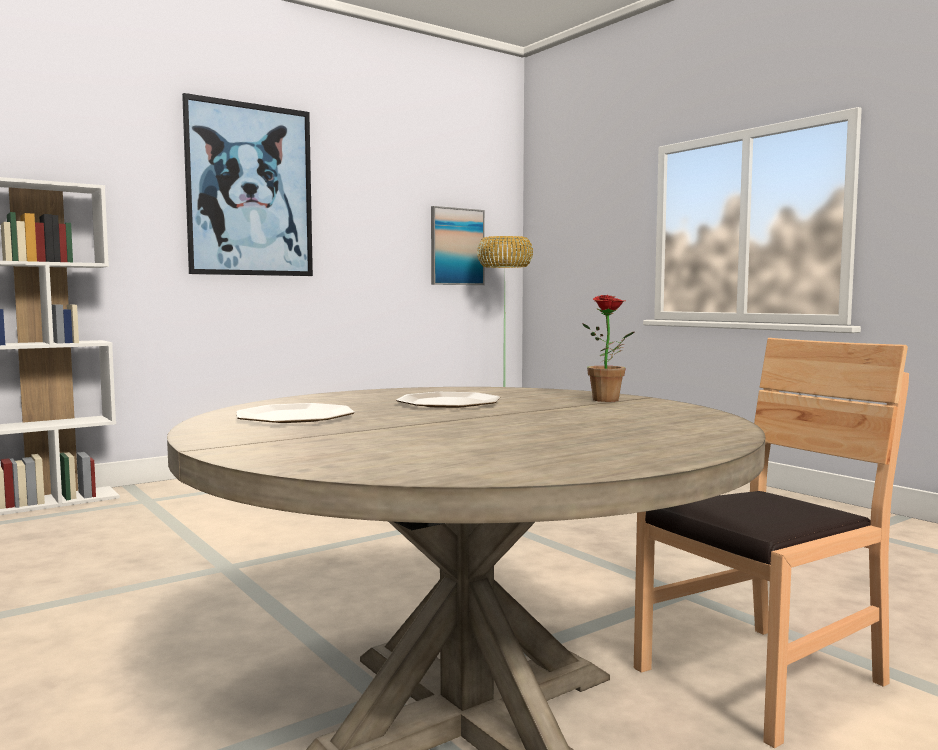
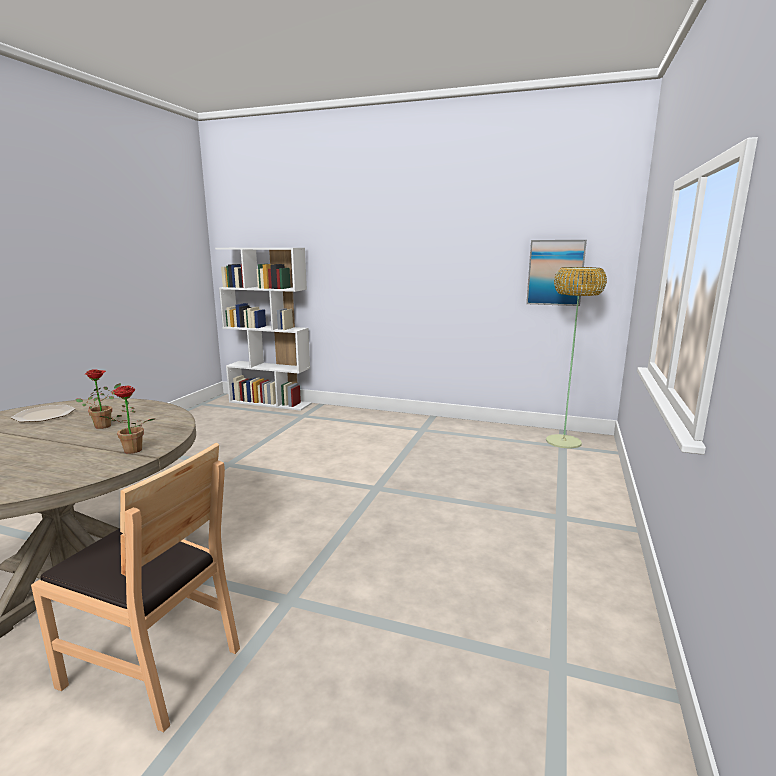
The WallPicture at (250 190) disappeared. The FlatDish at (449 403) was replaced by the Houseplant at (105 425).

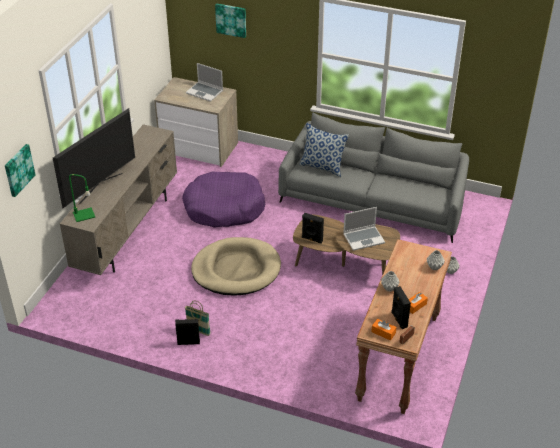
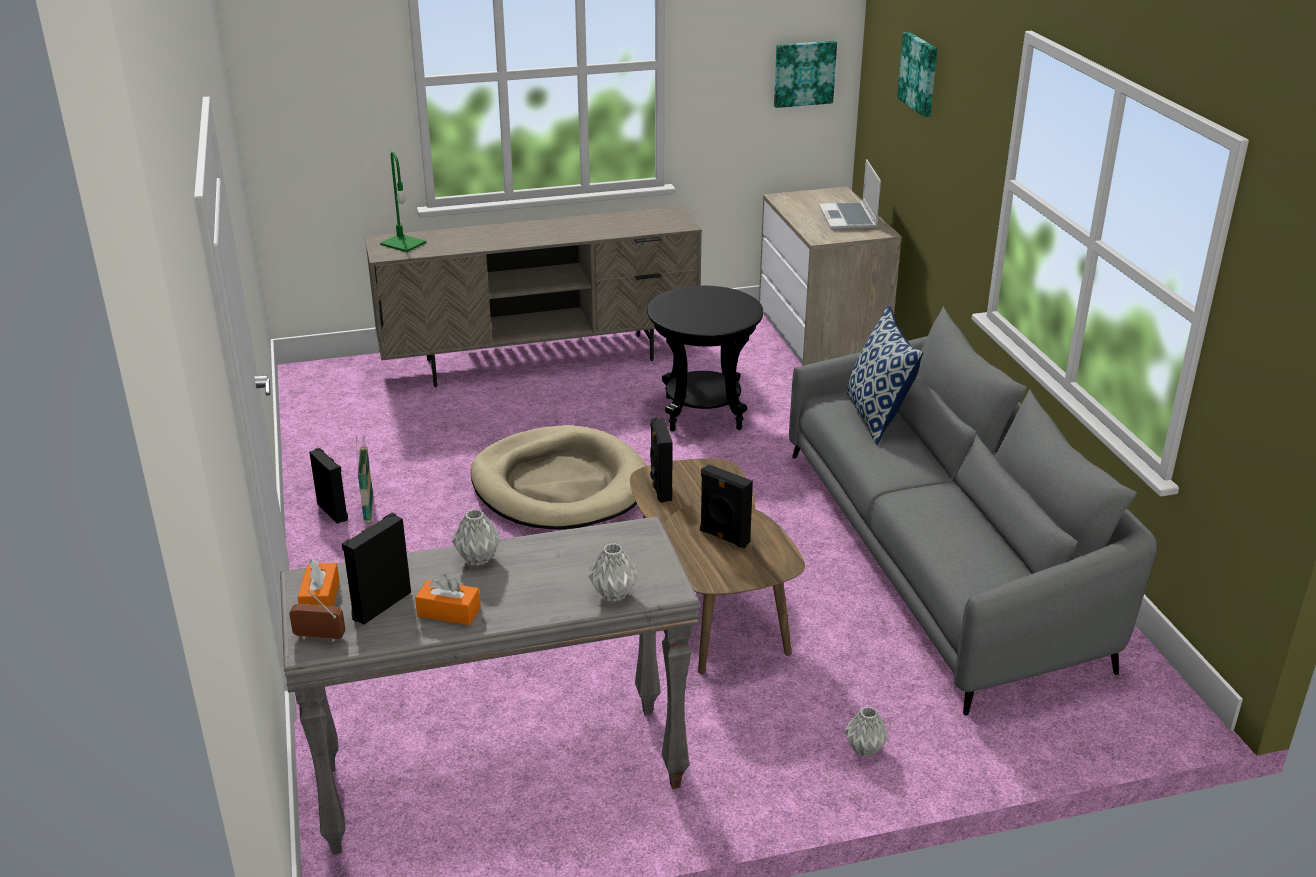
The Television at (100 188) disappeared. The WallPicture moved from (18 170) to (804 73). The PurpleColouredPetBed at (224 208) was replaced by the BlackSideTable at (703 413). The Laptop at (364 238) was replaced by the BlackAudioSpeaker at (723 537). The BrownConsoleTable at (399 358) became the GrayConsoleTable at (500 779).

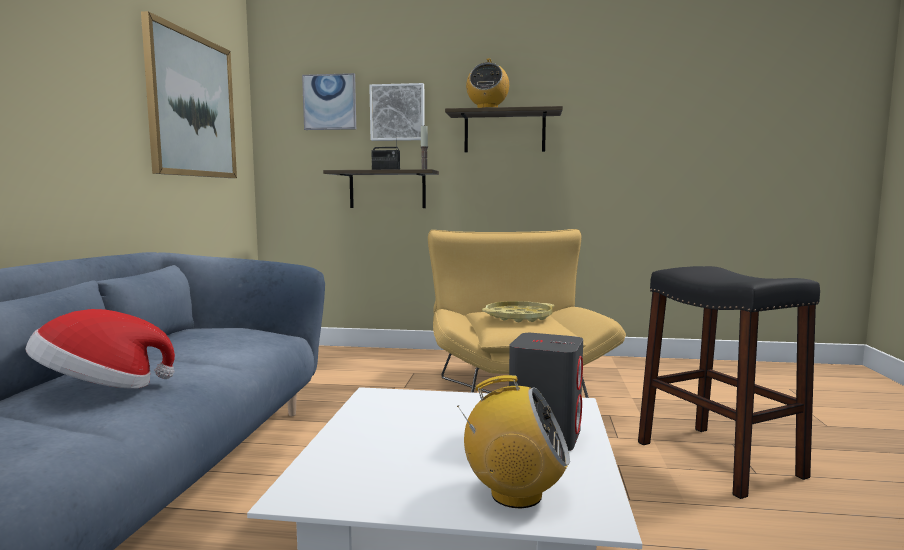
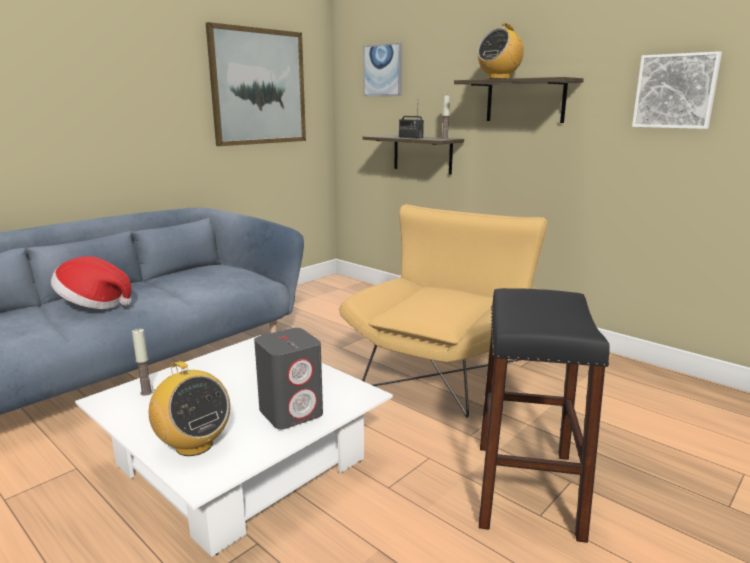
The WallPicture moved from (397 112) to (675 91). The YellowishTray at (518 317) disappeared. The WaxLight at (146 392) appeared.

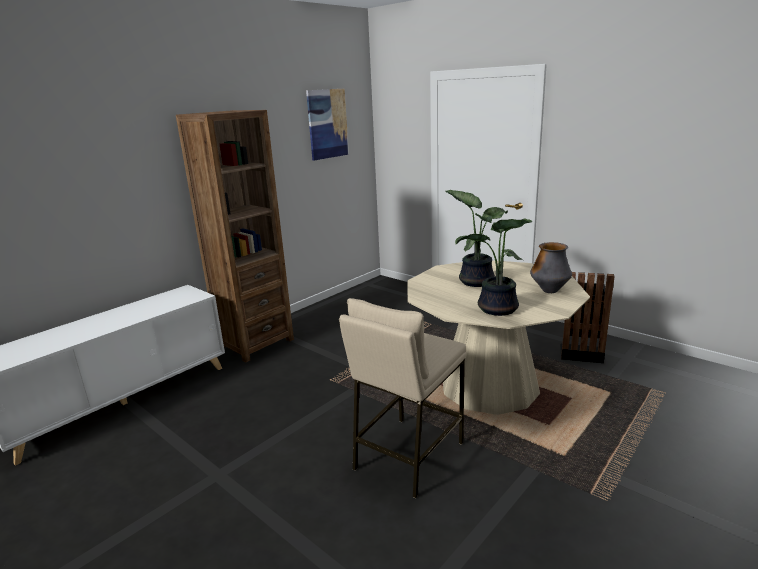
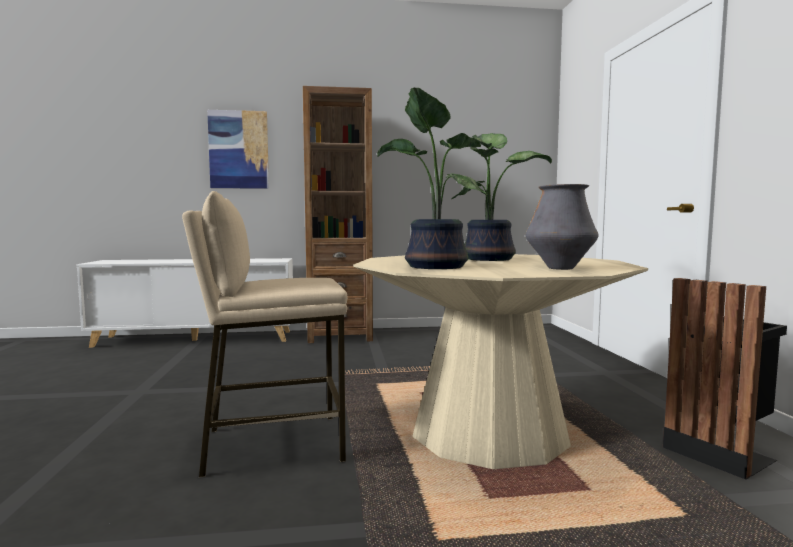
The WallPicture moved from (327 124) to (239 150).

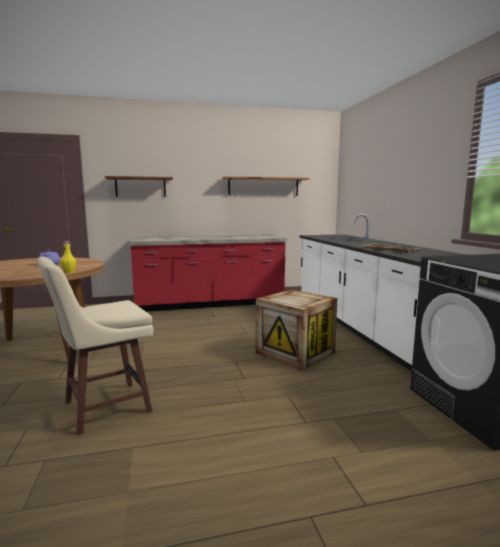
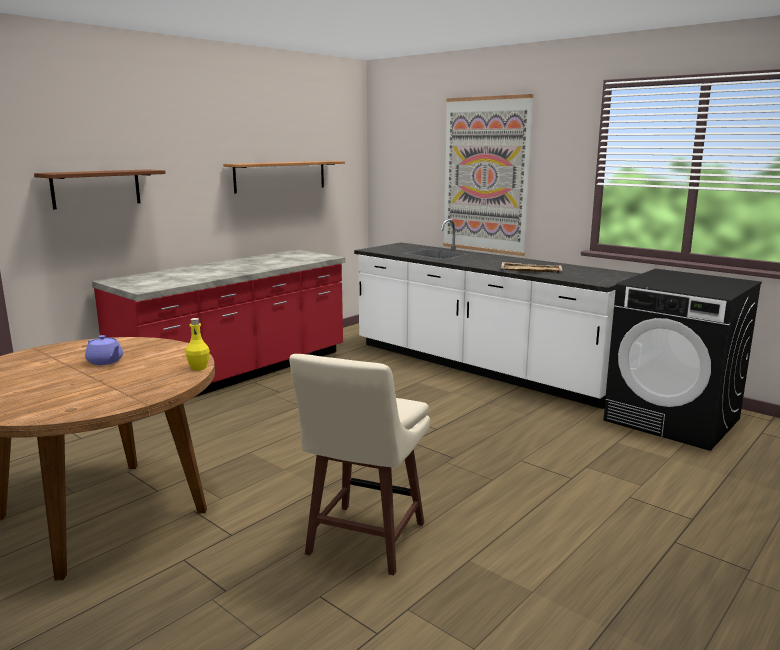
The ShippingCrate at (295 353) disappeared. The WallPicture at (485 175) appeared.

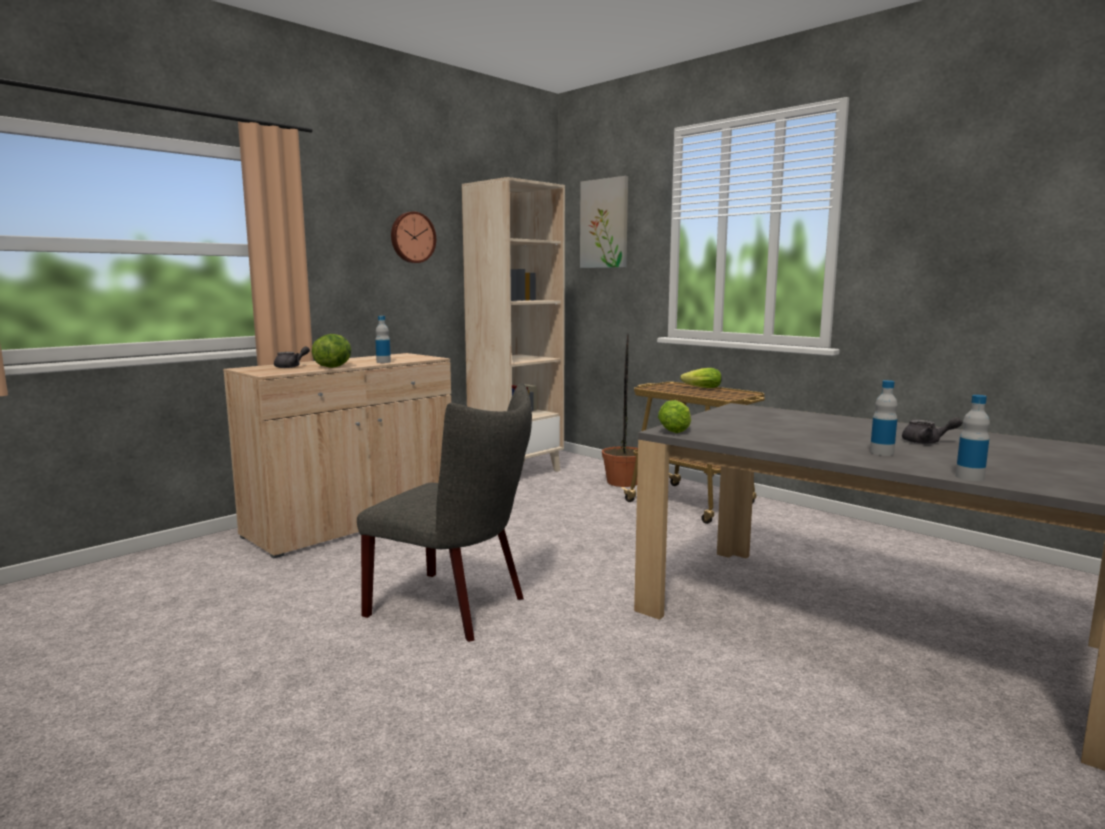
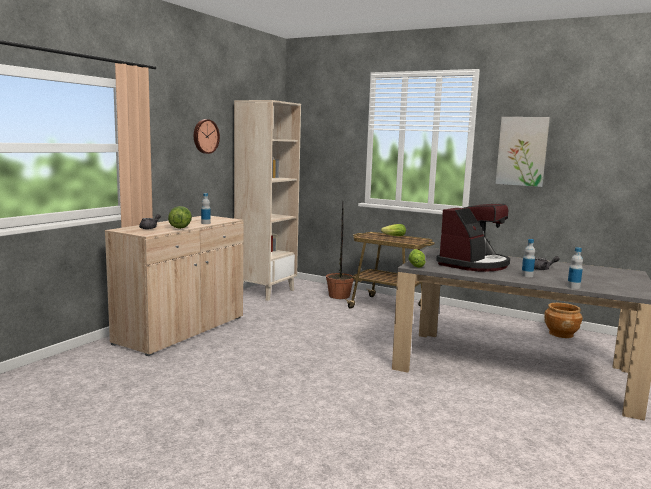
The WallPicture moved from (604 223) to (522 151). The GrayChair at (456 607) disappeared. The CoffeeMachine at (474 264) appeared. The BrownFlowerPot at (560 334) appeared.

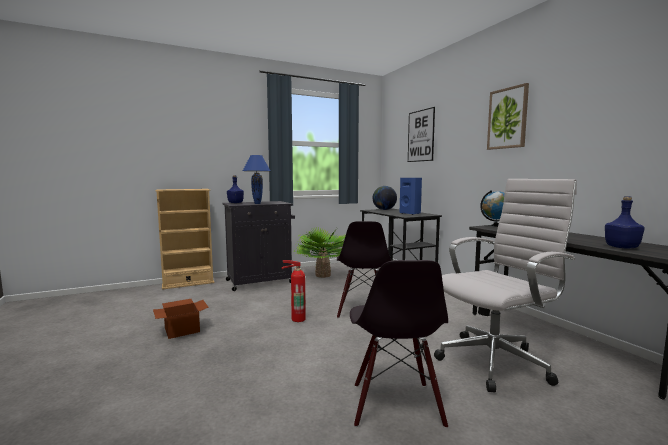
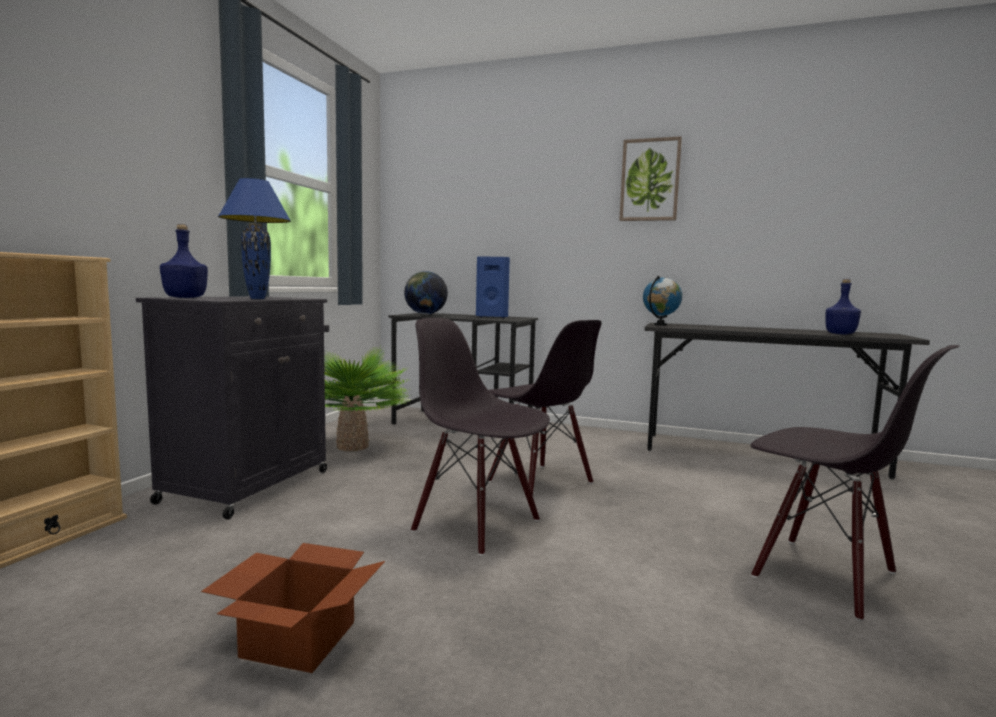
The WallPicture at (421 136) disappeared. The WhiteColouredOfficeChair at (496 361) disappeared. The Extinguisher at (297 318) was replaced by the BlackChair at (478 524).

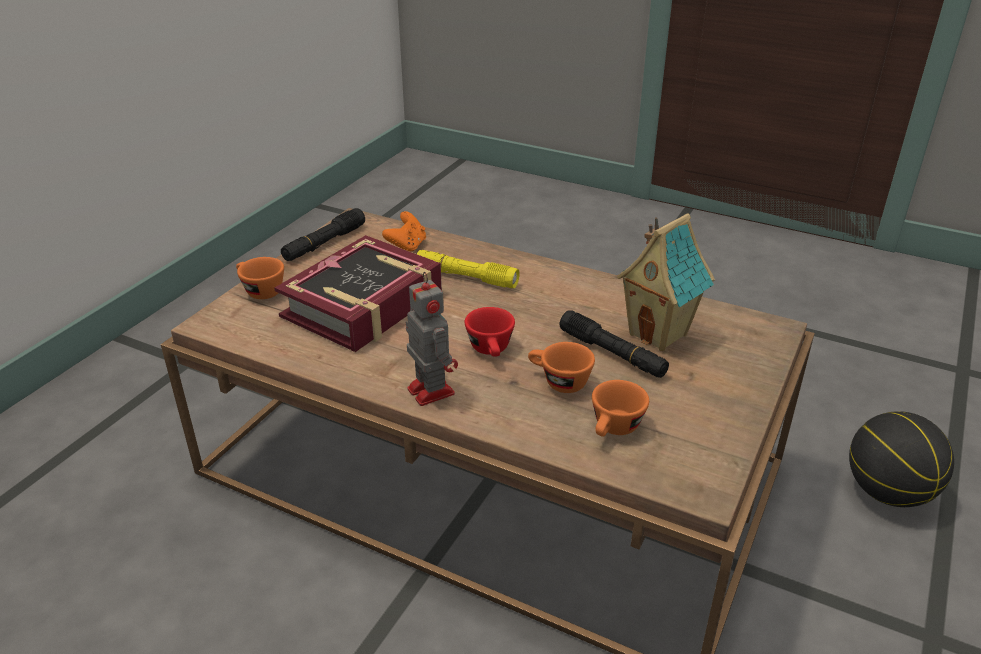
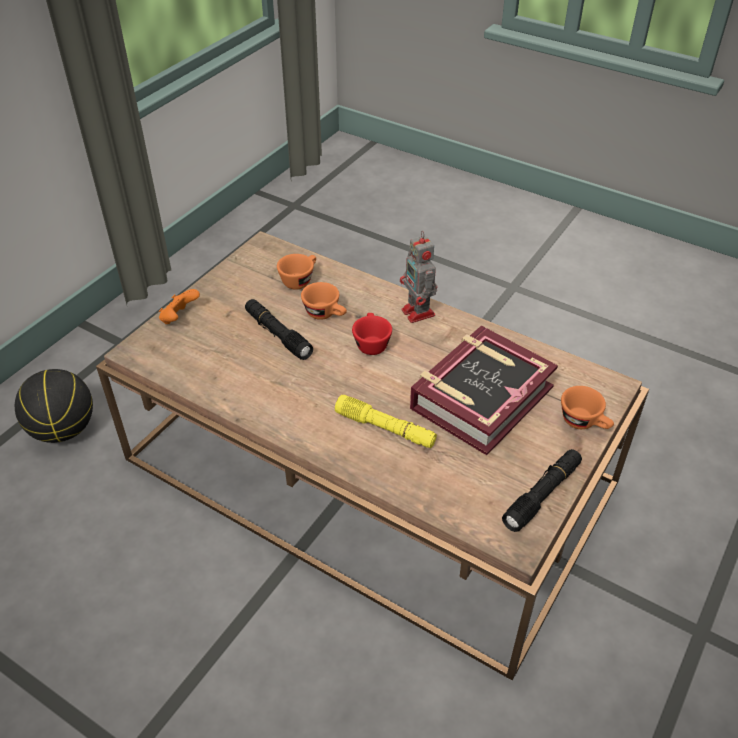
The OrangeGameController moved from (407 247) to (179 318). The MiniatureHouse at (659 334) disappeared.

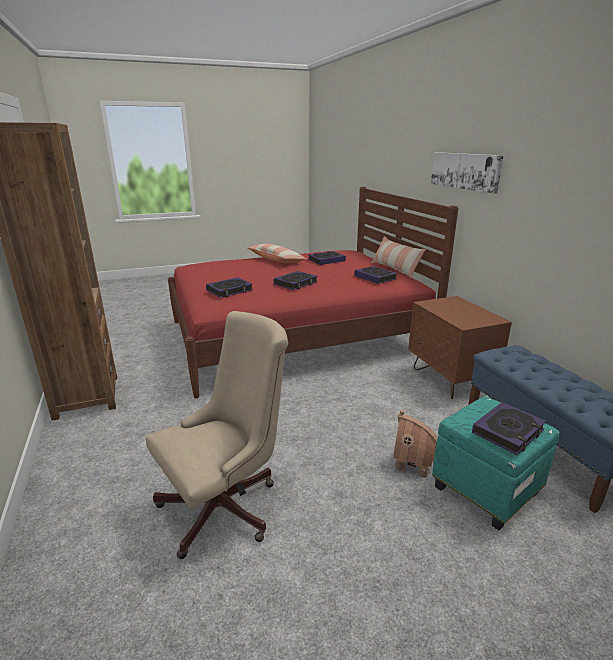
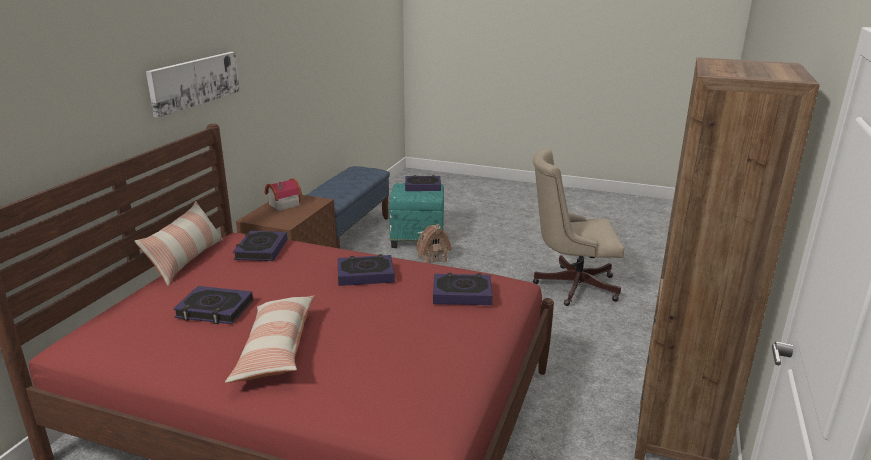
The MiniatureHouse at (282 205) appeared.

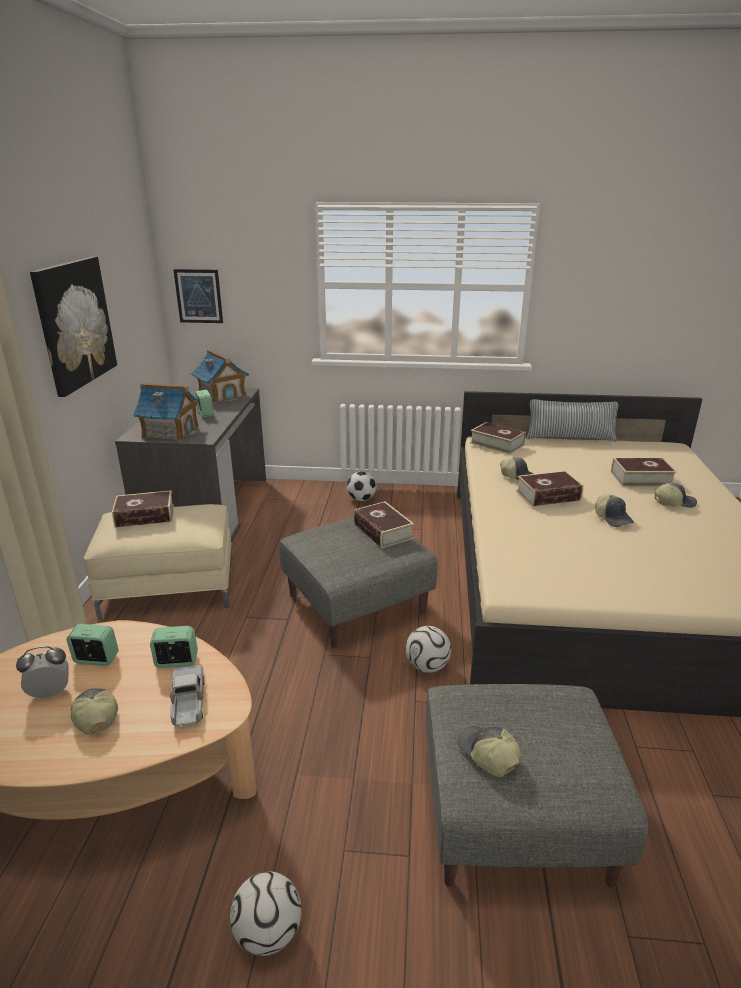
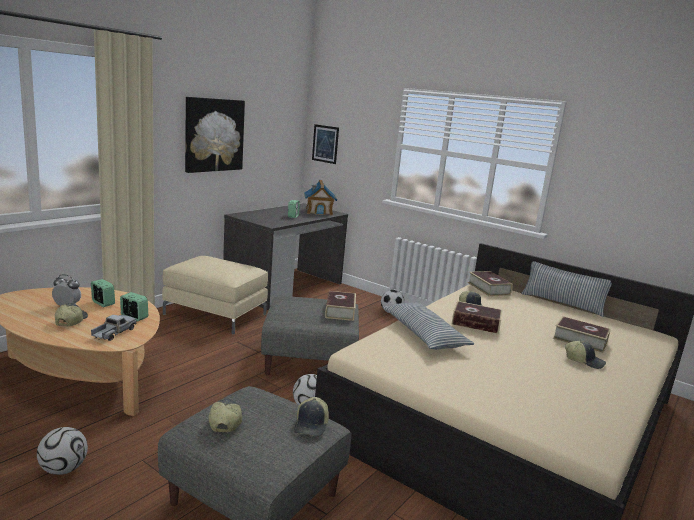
The MiniatureHouse at (170 432) disappeared. The BoundBook at (145 516) disappeared. The BaseballCap moved from (613 518) to (311 425). The Pillow at (423 335) appeared.

